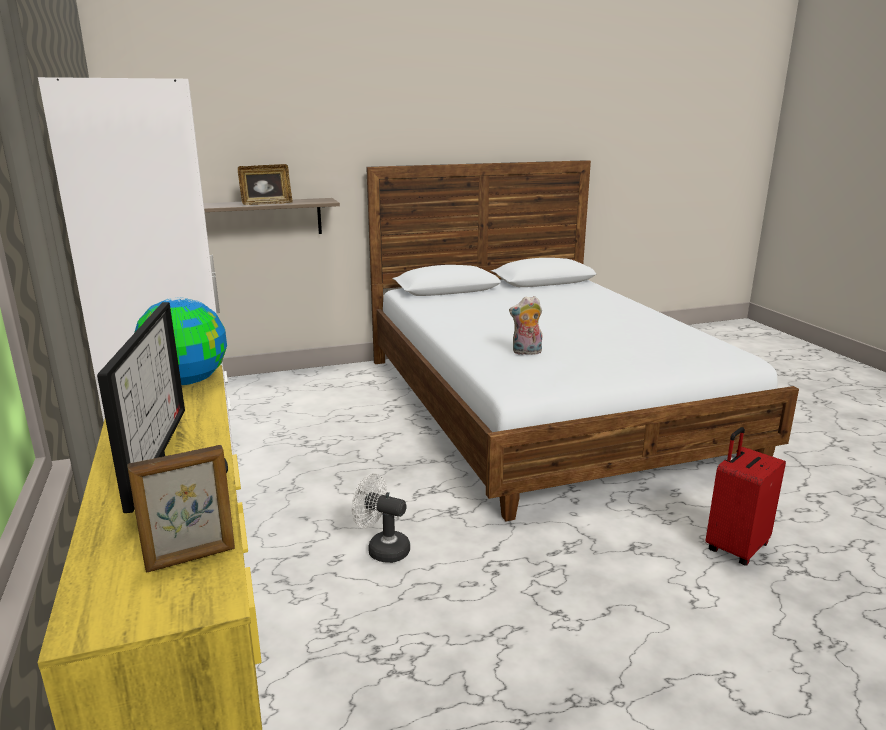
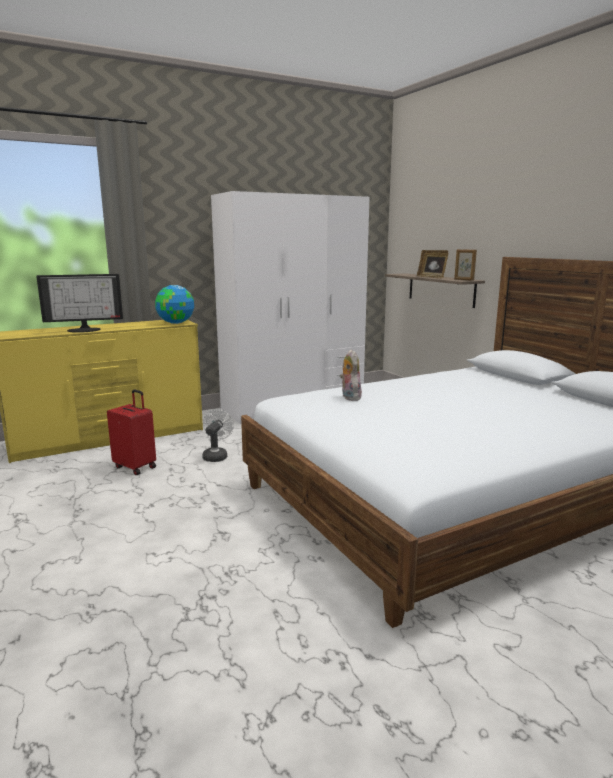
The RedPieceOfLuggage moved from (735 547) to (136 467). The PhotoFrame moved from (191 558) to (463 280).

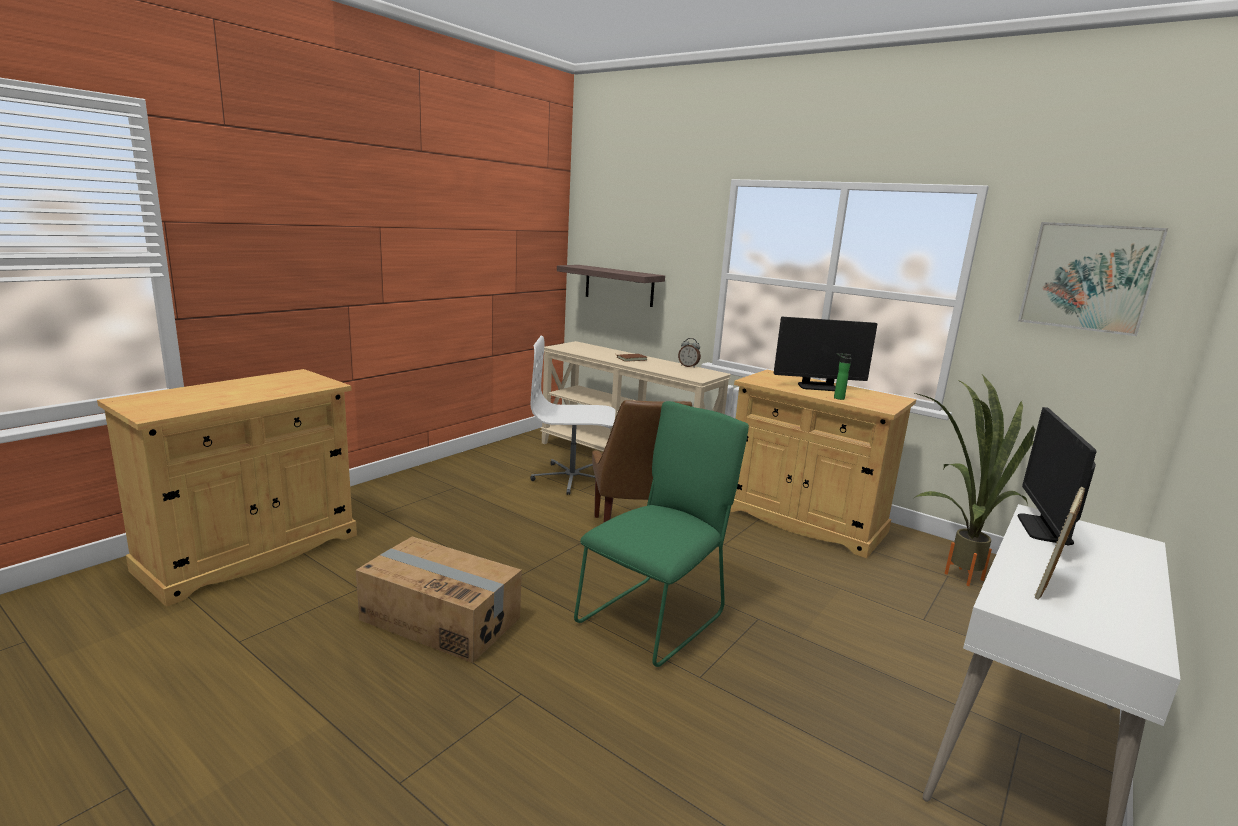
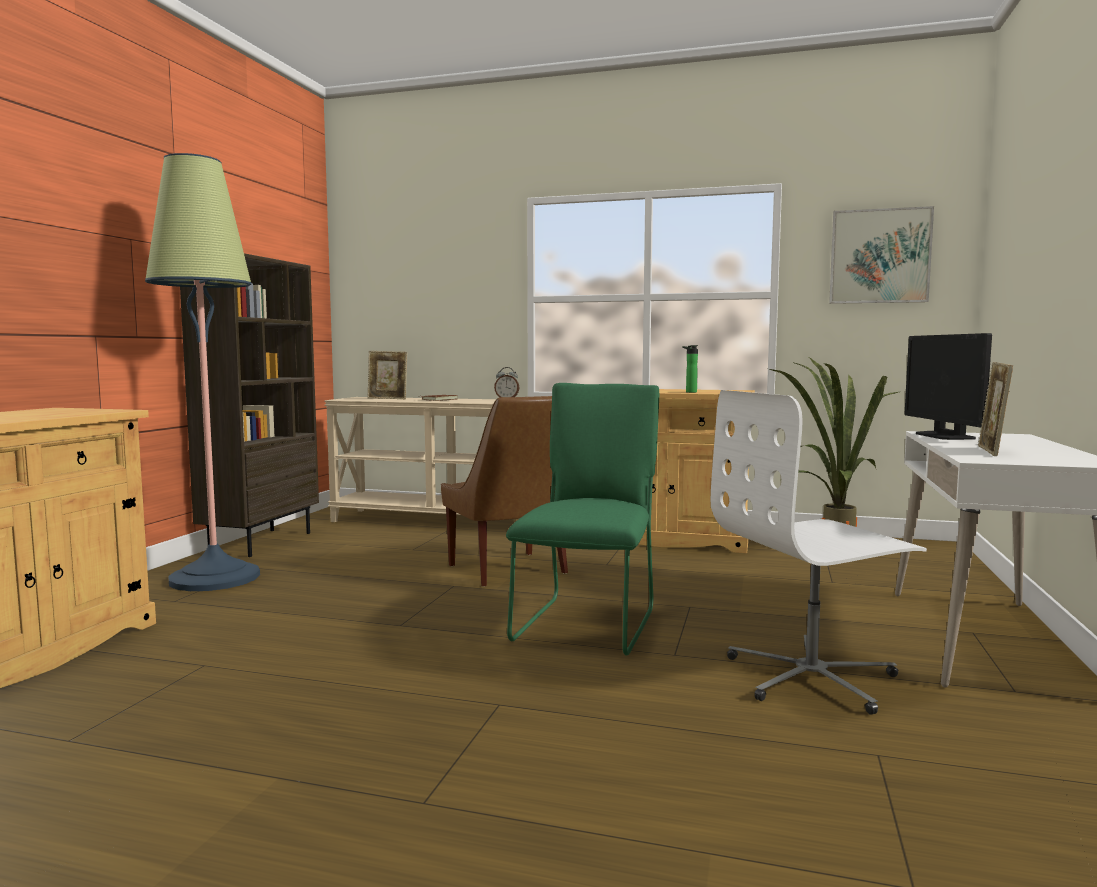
The Shelf at (619 285) disappeared. The ComputerDisplay at (817 387) disappeared. The WhiteColouredOfficeChair moved from (572 478) to (812 678). The PackingBox at (441 618) disappeared. The StandingLamp at (215 578) appeared. The BrownShelvingUnit at (261 542) appeared. The PhotoFrame at (387 399) appeared.

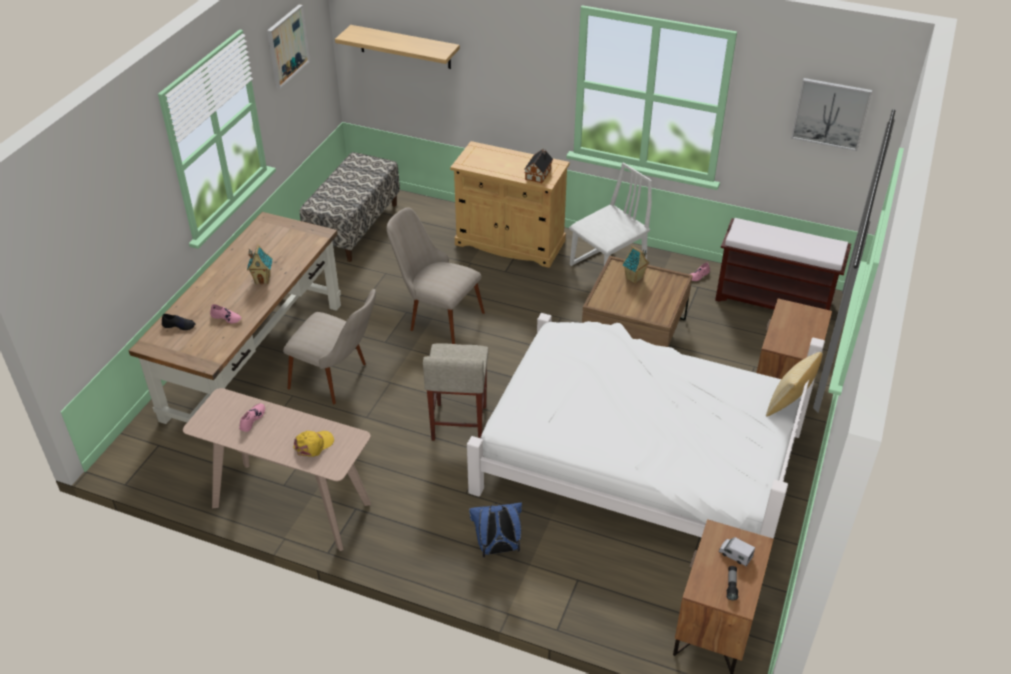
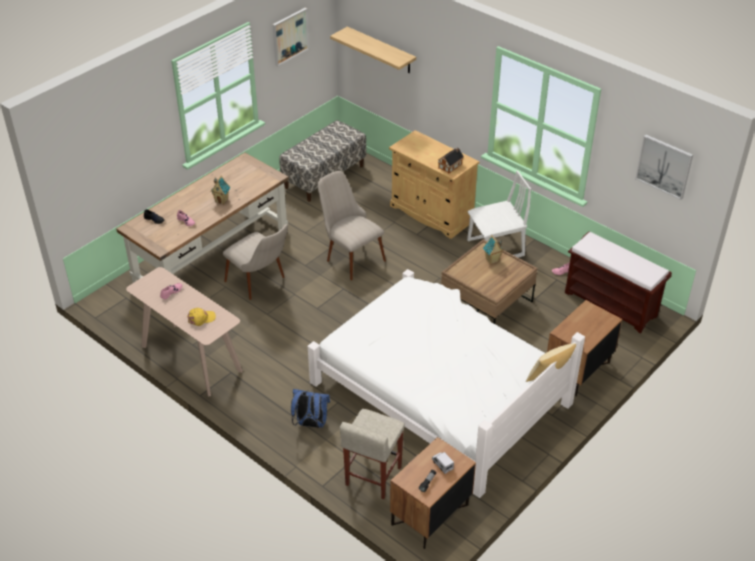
The BeigeColouredStoolSeat moved from (459 423) to (373 476).

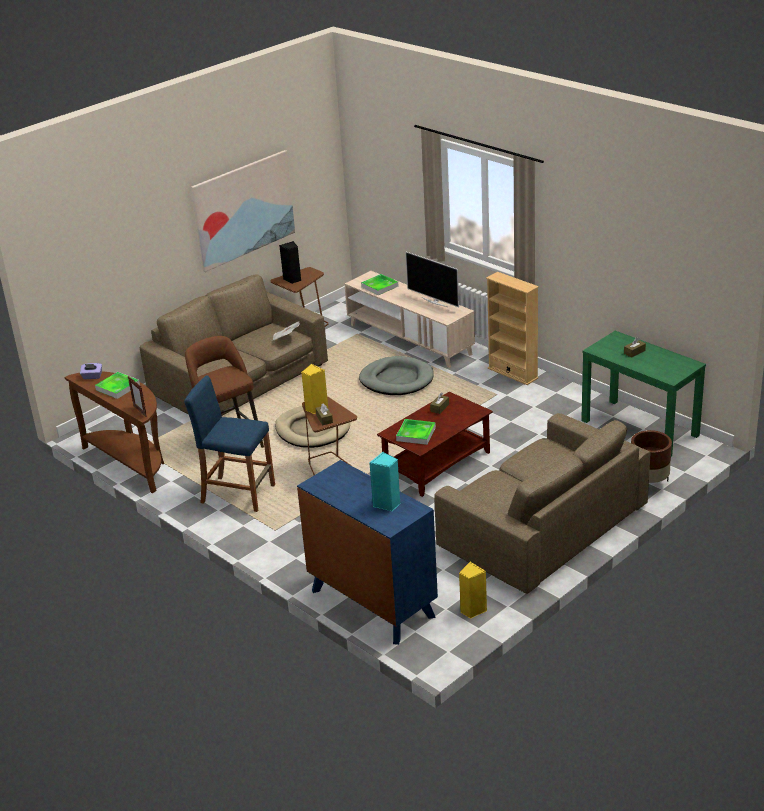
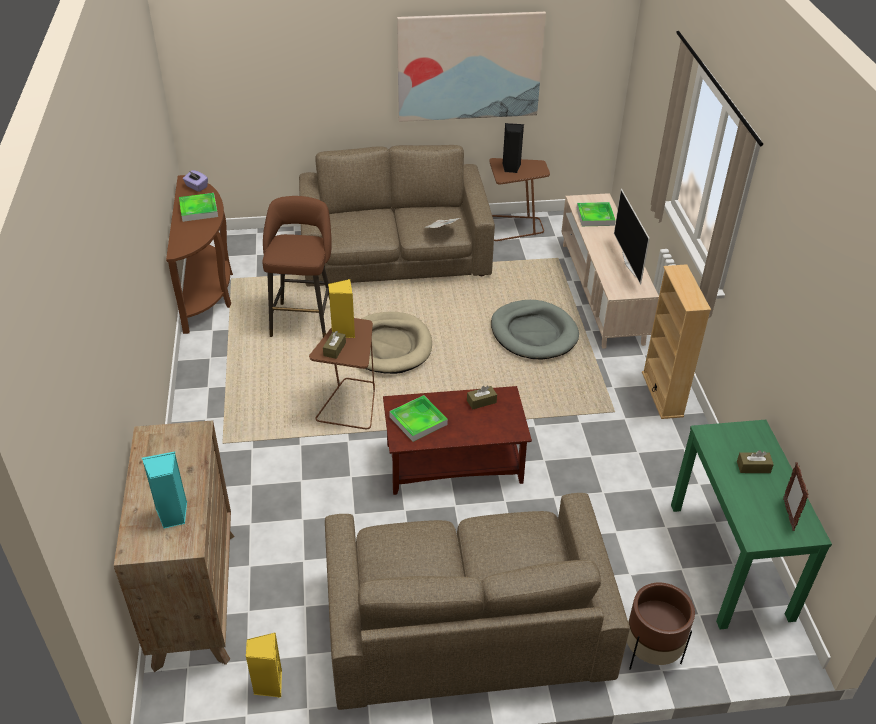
The BluishStoolSeat at (238 494) disappeared. The PhotoFrame moved from (140 411) to (788 514). The BluishDresser at (372 603) became the BrownDresser at (194 597).

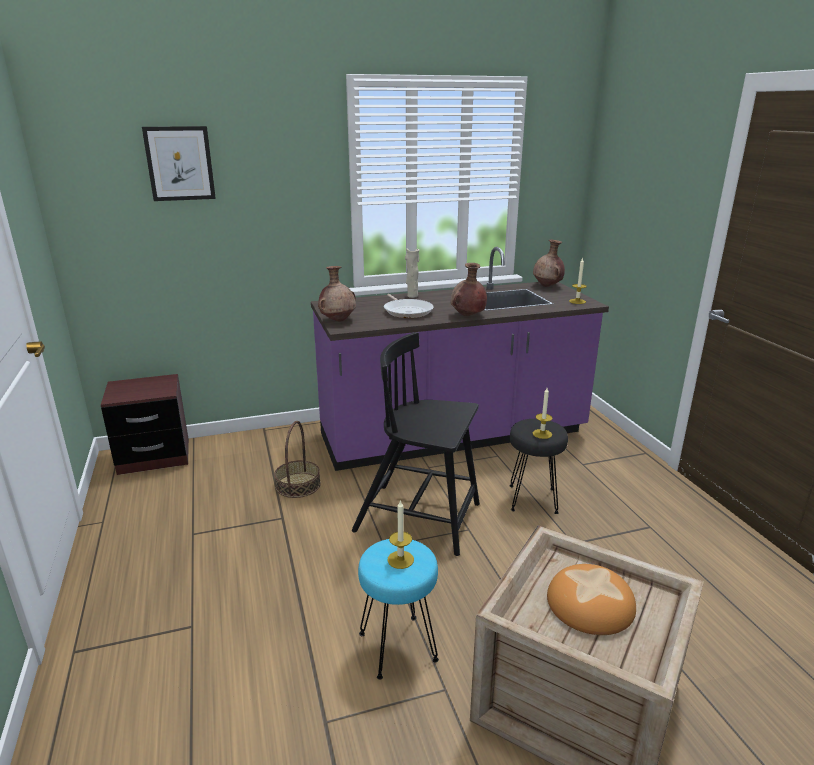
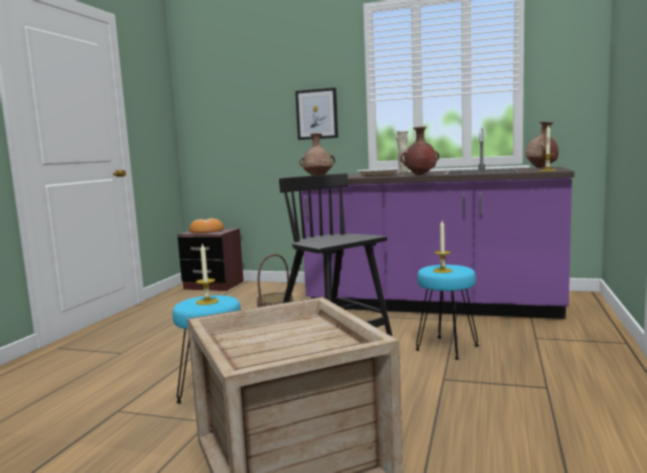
The WallPicture moved from (180 163) to (317 114). The BlackStoolSeat at (532 499) became the BlueGreenStoolSeat at (446 348). The Bread moved from (591 604) to (207 231).

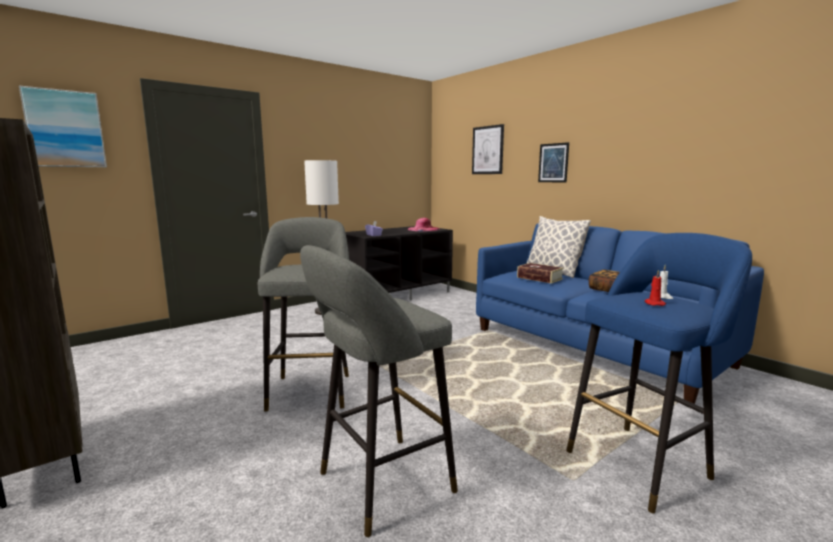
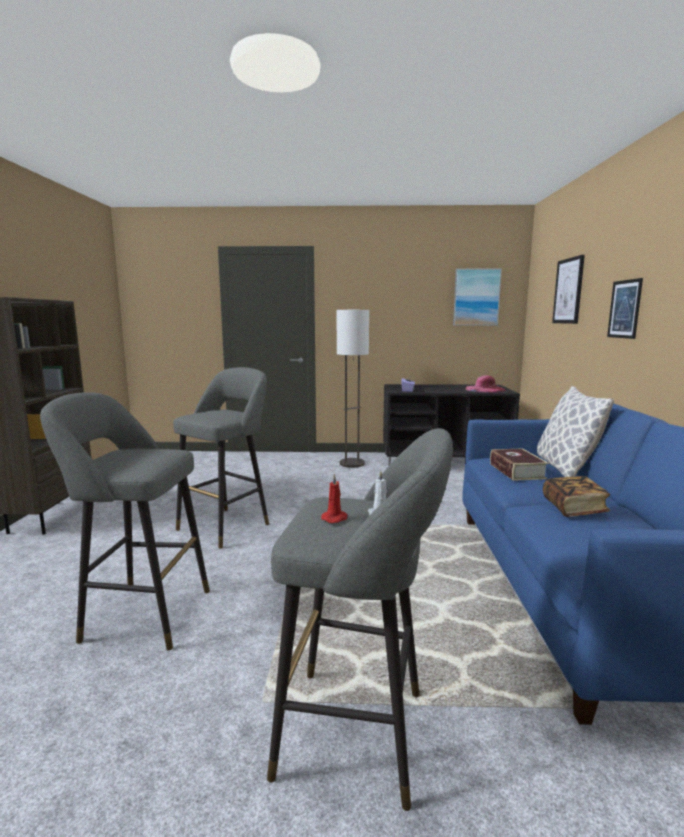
The WallPicture moved from (65 129) to (476 297). The BluishStoolSeat at (642 462) became the GrayStoolSeat at (361 734).

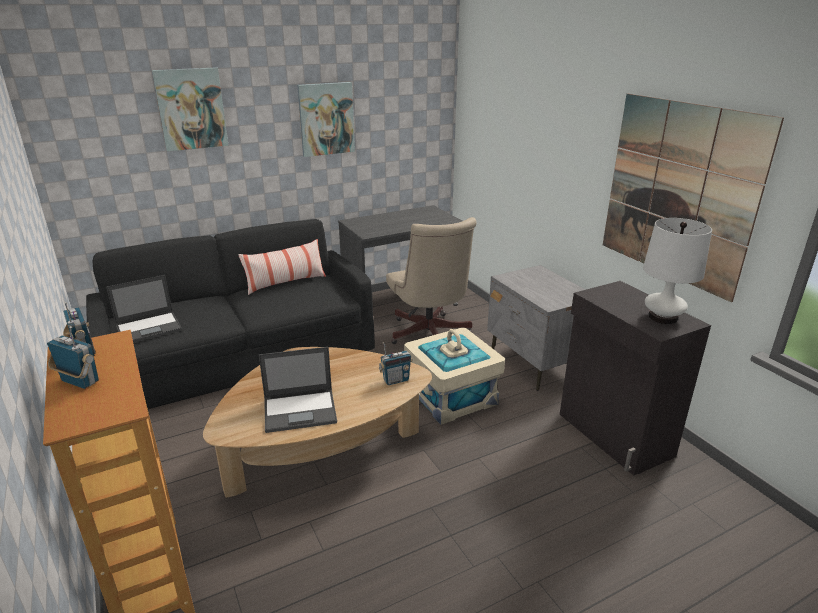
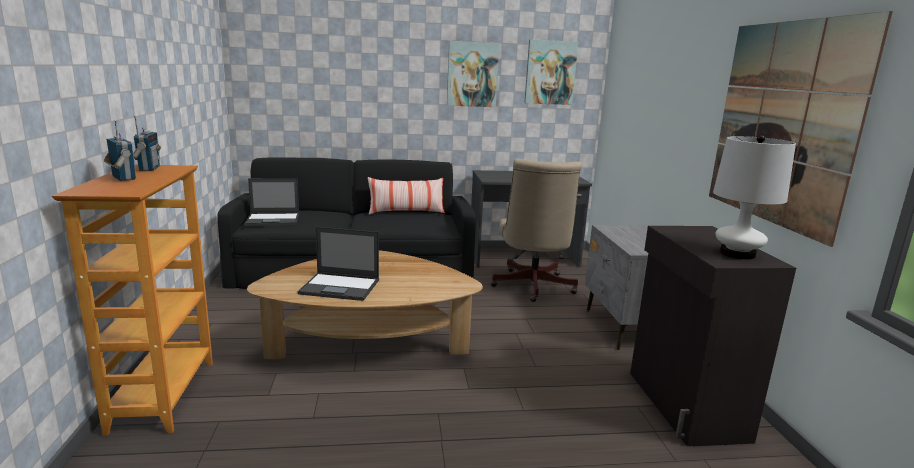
The WallPicture moved from (191 109) to (550 72). The BeigeColouredStorageContainer at (452 396) disappeared. The RadioSet at (396 380) disappeared.

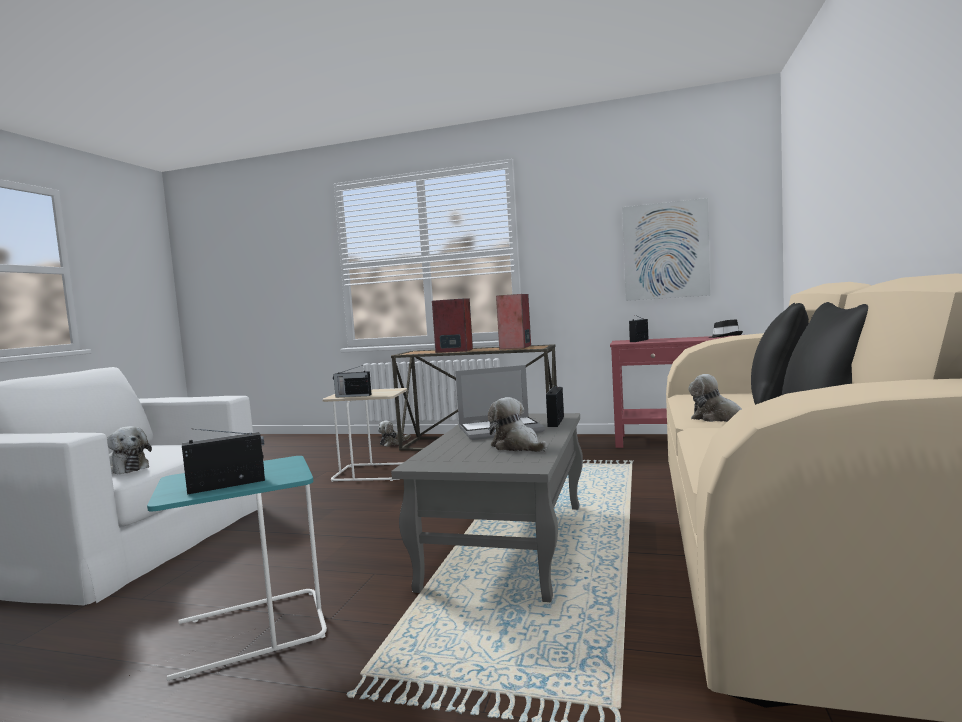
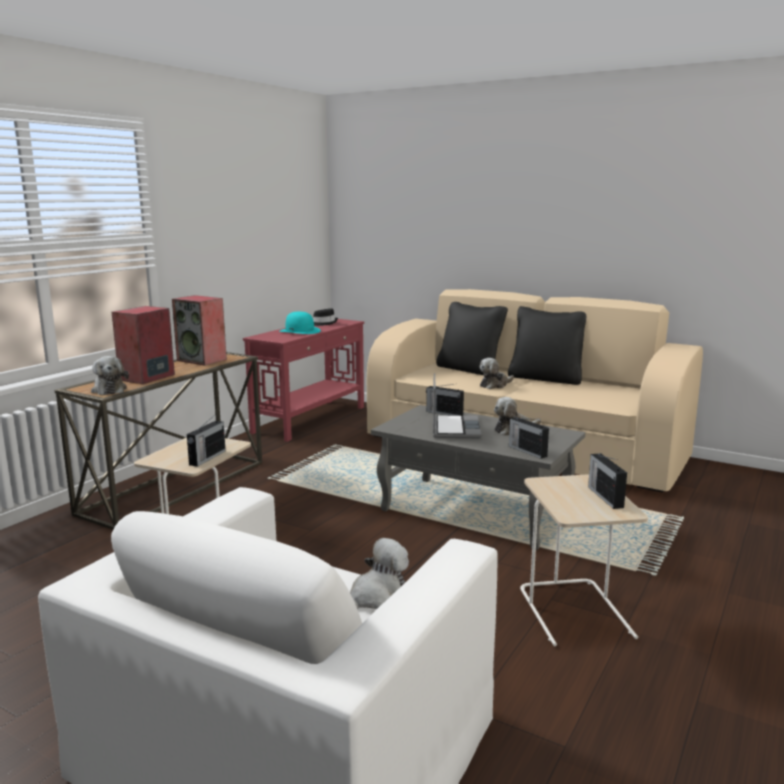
The WallPicture at (665 250) disappeared. The RadioSet moved from (639 340) to (527 451). The PlushToy moved from (393 443) to (109 389). The BlueGreenSideTable at (248 632) became the BeigeColouredSideTable at (575 612). The BlueGreenWearableHat at (300 331) appeared.

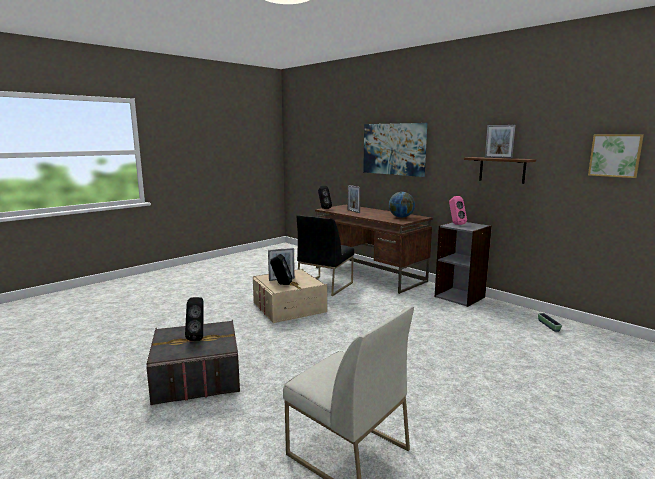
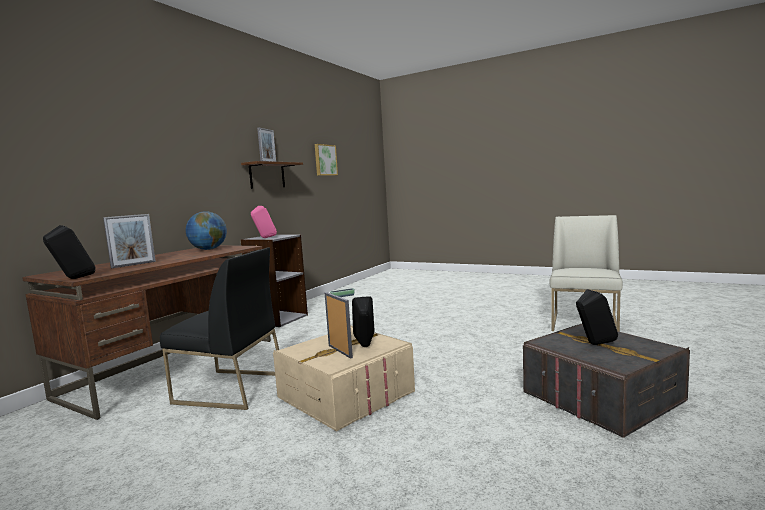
The WallPicture at (394 149) disappeared.

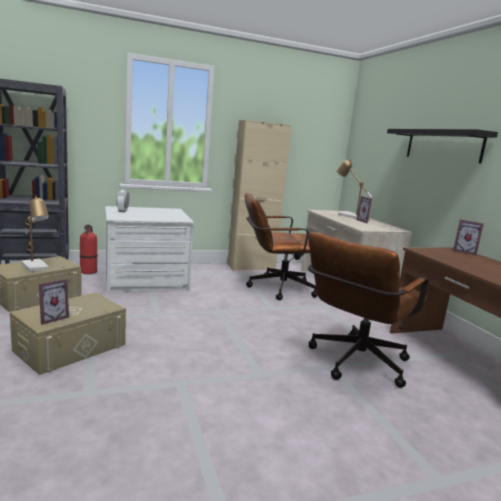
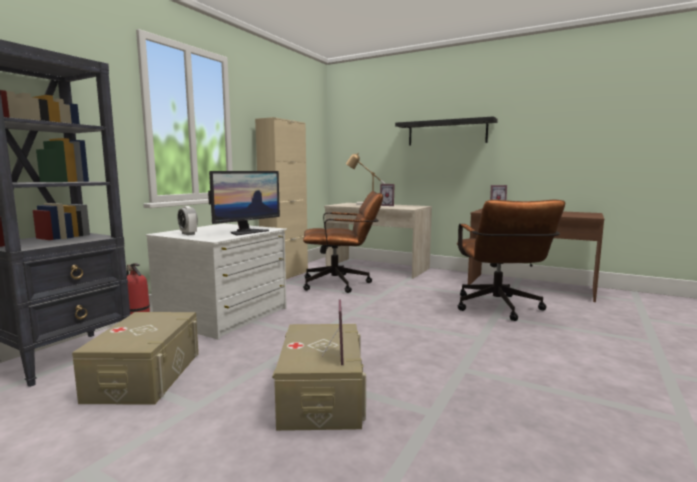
The BrownOfficeChair at (275 288) turned 135 degrees counterclockwise. The TableLamp at (36 267) disappeared. The ComputerDisplay at (246 232) appeared.

